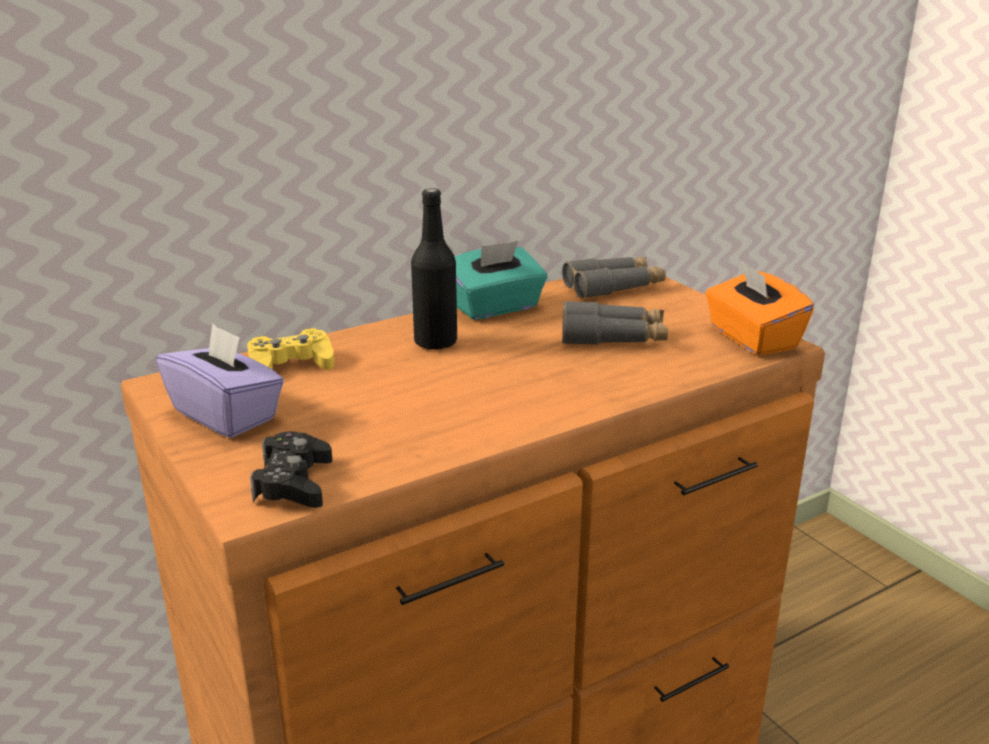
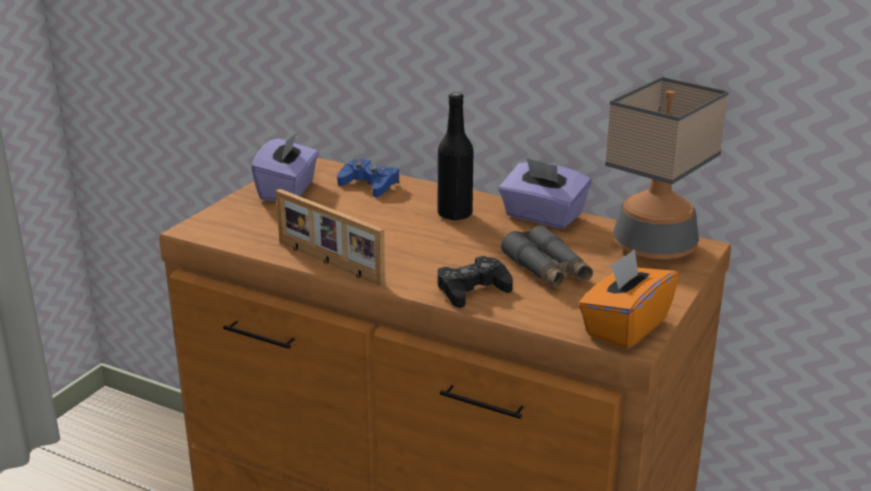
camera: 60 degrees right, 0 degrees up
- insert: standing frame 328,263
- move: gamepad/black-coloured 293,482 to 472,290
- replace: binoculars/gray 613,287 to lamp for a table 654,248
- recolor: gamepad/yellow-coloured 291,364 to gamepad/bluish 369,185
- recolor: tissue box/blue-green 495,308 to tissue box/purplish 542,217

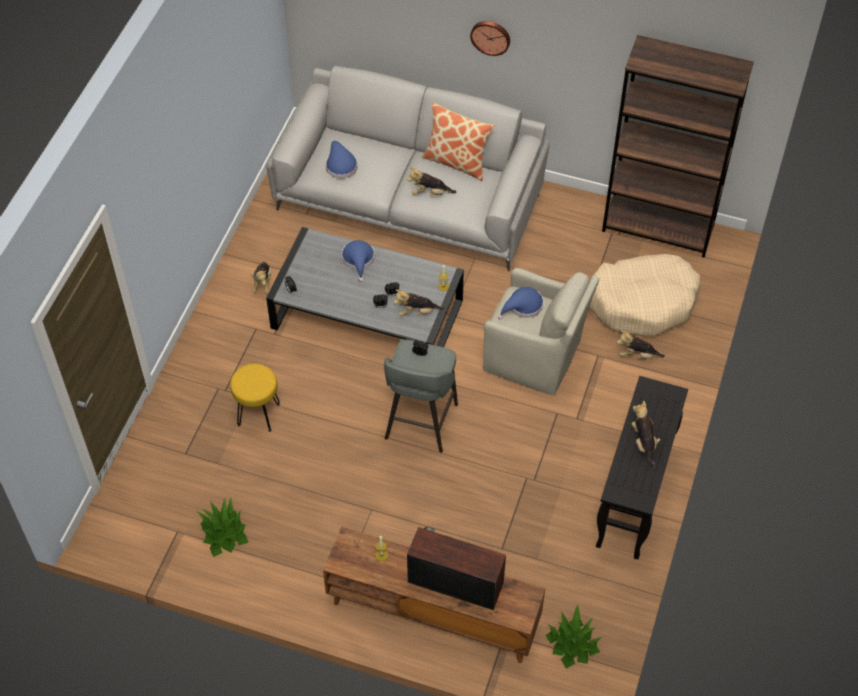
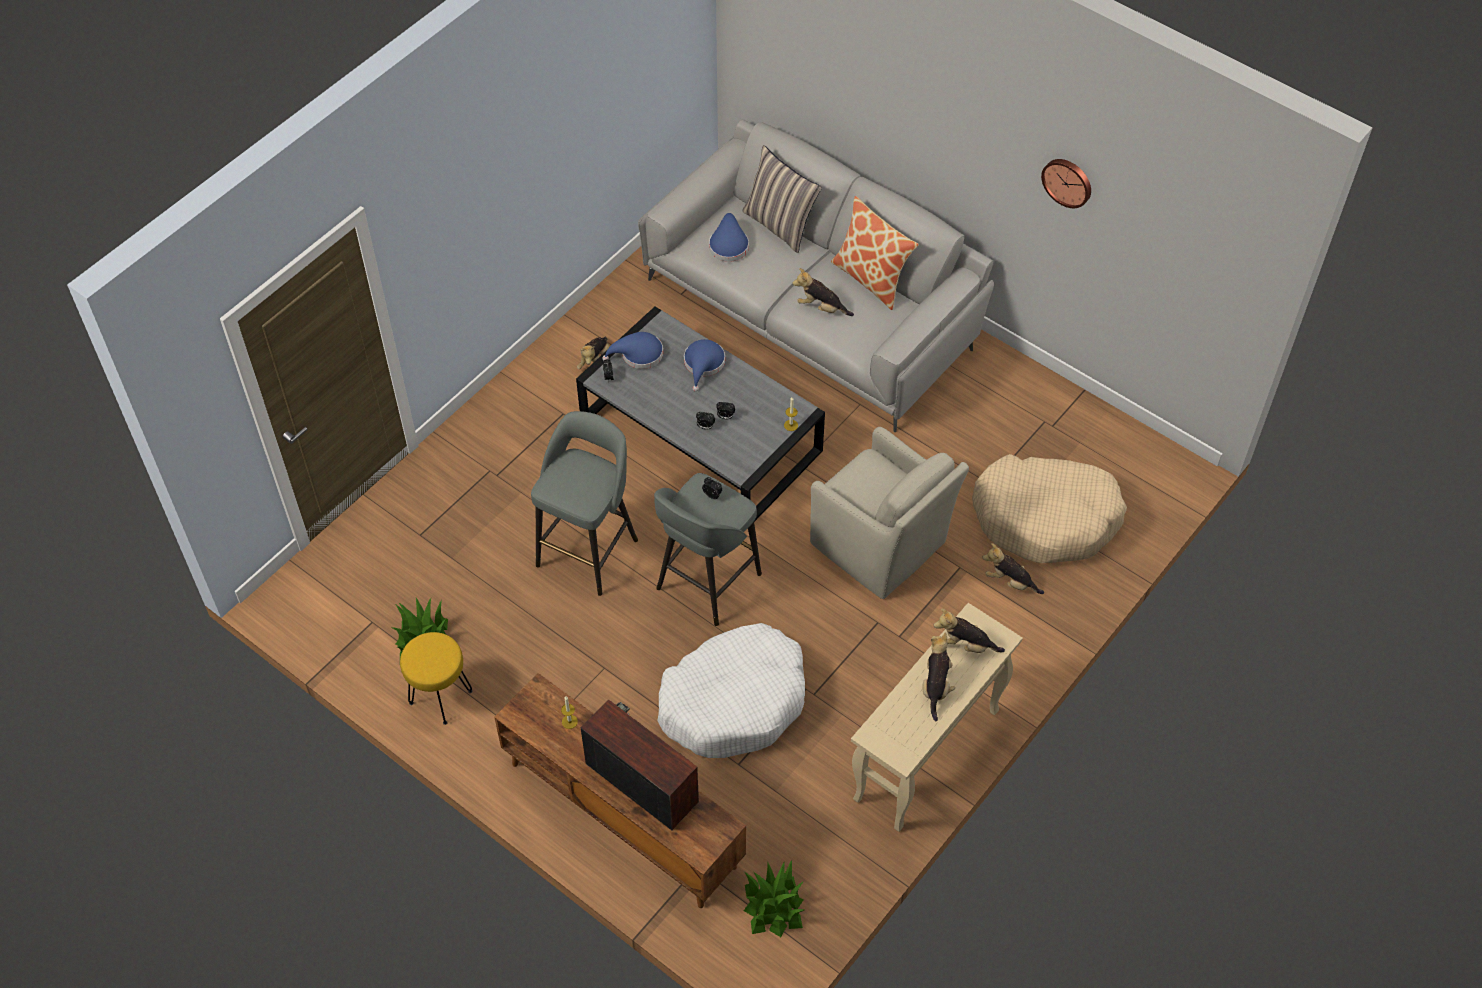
camera: 20 degrees right, 0 degrees up
- delete: shelving unit/brownish 658,228
- insert: stool/gray 589,550
- insert: dog cushion/whitish 734,701
- insert: cushion 780,225
- move: stool/yellow-coloured 259,415 to 441,698
- move: plush toy 417,312 to 965,645
- move: clock on the wall 491,36 to 1068,181
- move: wearable hat/bluish 523,306 to 638,355
- recolor: console table/black-coloured 633,499 to console table/sand-coloured 926,756

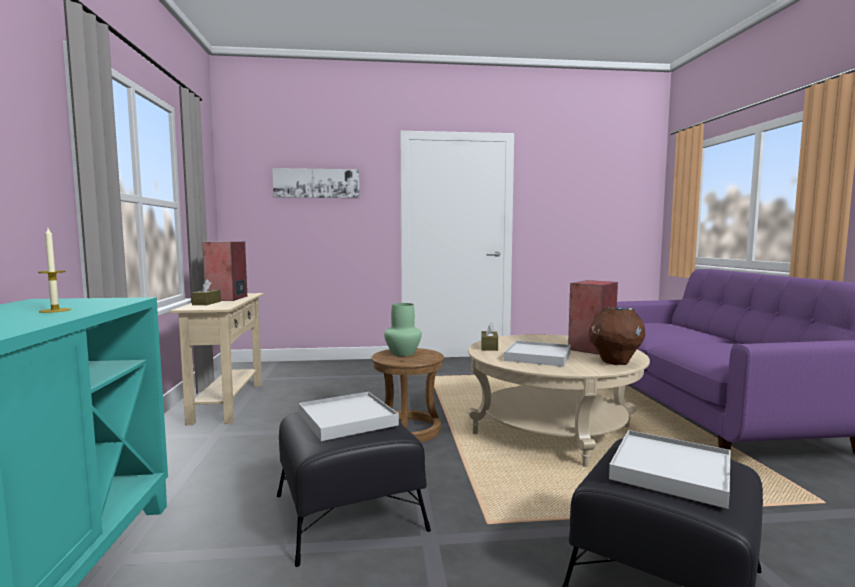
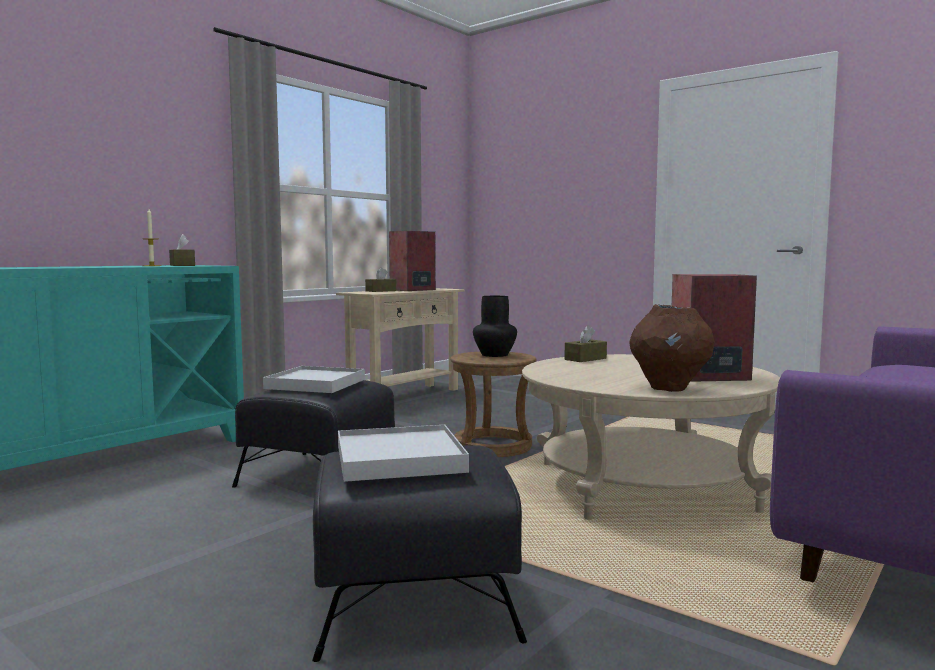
camera: 45 degrees right, 0 degrees up
- delete: wall picture 316,183
- delete: serving tray/whitish 538,357
- insert: tissue box/brownish 182,265
- recolor: decorative vase/green 402,353 to decorative vase/black-coloured 494,354

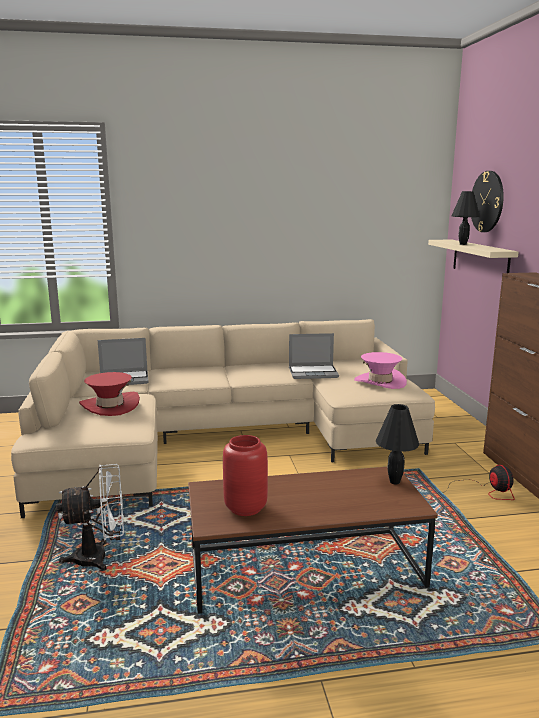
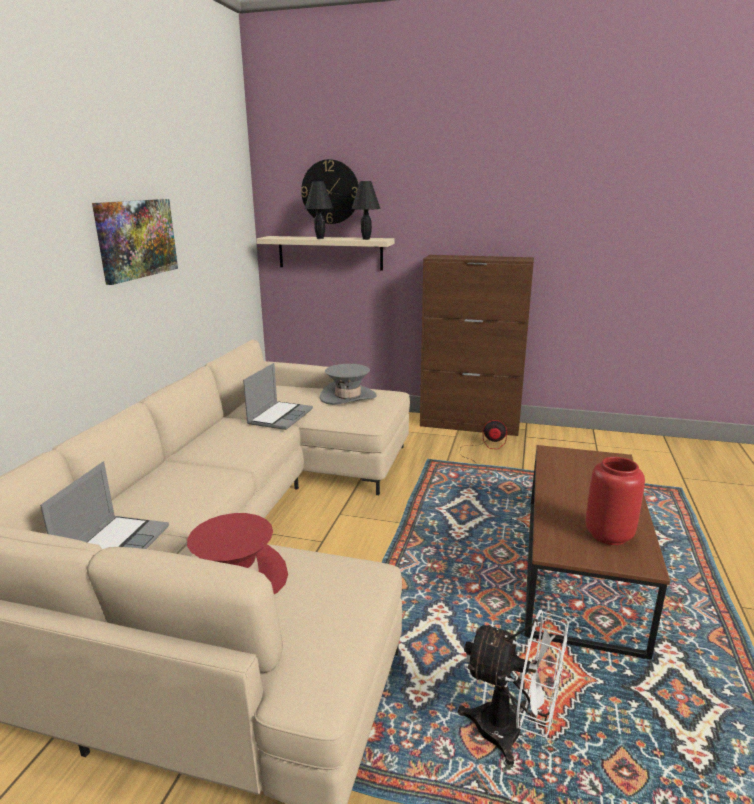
camera: 65 degrees left, 5 degrees up
- insert: wall picture 136,239
- move: lamp for a table/black-coloured 394,482 to 366,239
- recolor: wearable hat/pinkish 380,382 to wearable hat/gray 348,397
- rotate: electric fan/whitish 100,557 = 512,733 105 degrees clockwise

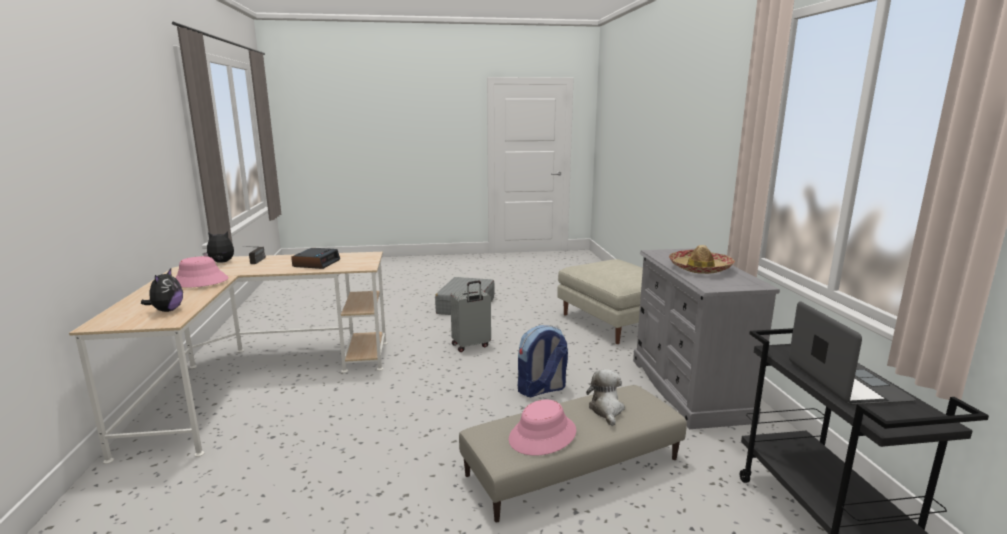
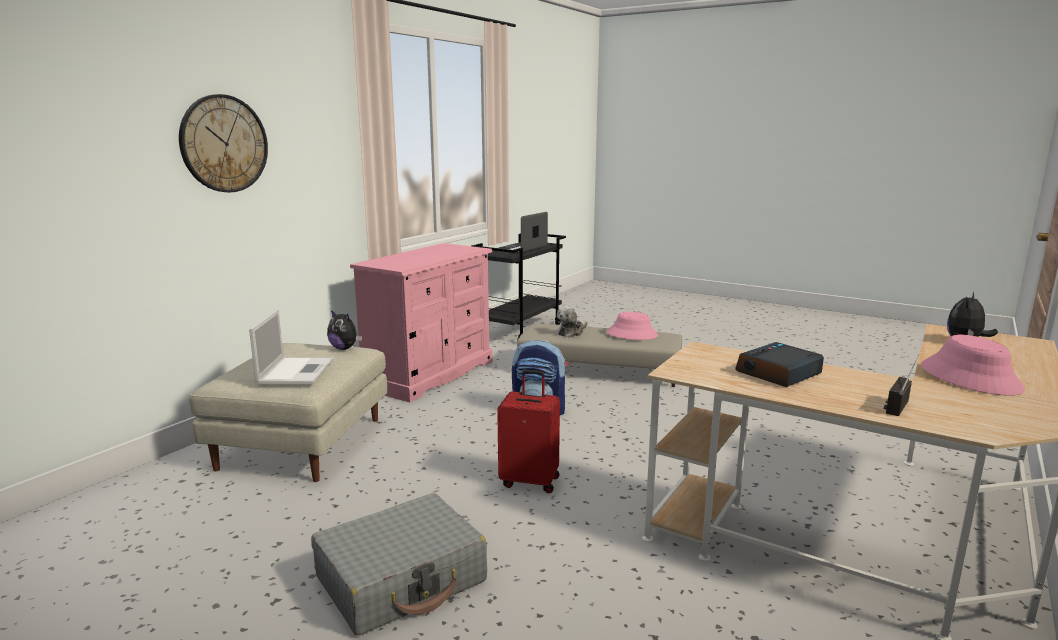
camera: 140 degrees left, 0 degrees up
- delete: wearable hat 700,268
- insert: clock on the wall 224,144
- insert: portable computer 296,371
- move: plush toy 221,262 to 344,348
- recolor: travel case/gray 471,346 to travel case/red 530,481
- recolor: chest of drawers/gray 688,389 to chest of drawers/pinkish 430,374

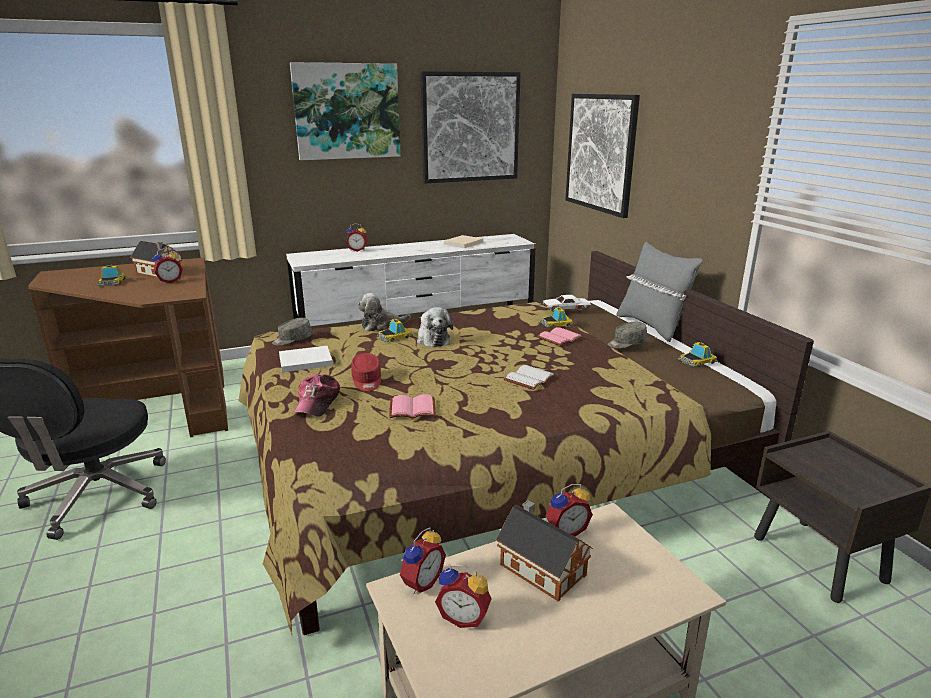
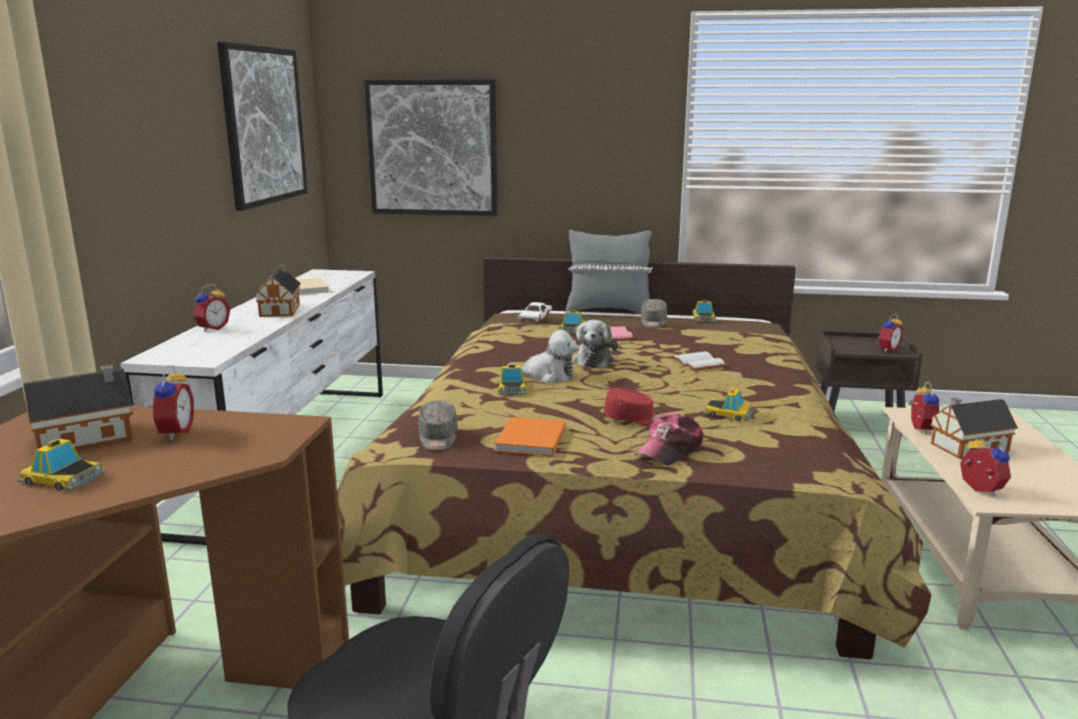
camera: 60 degrees left, 5 degrees down
- delete: wall picture 347,111
- insert: miniature house 281,309
- move: plush toy 381,325 to 593,360
- move: alarm clock 464,617 to 887,349
- replace: volume/pinkish 411,409 to model car 728,413
- recolor: volume/whitish 304,361 to volume/orange-coloured 530,440
- rotate: baseball cap 317,403 = 670,450 90 degrees clockwise

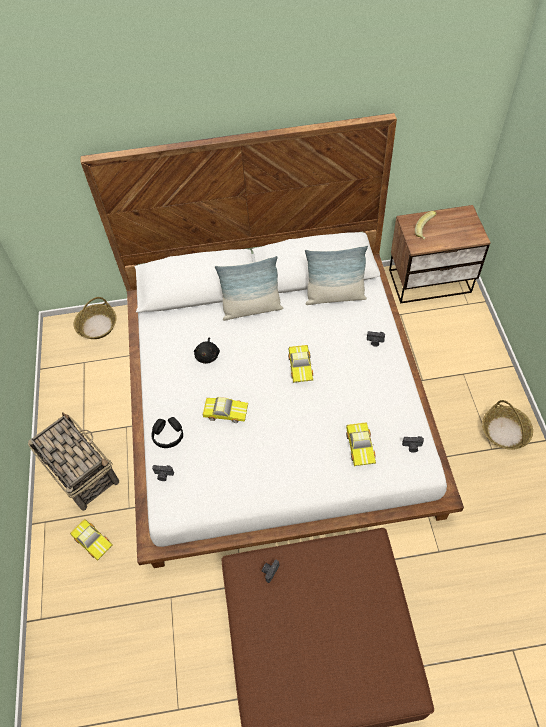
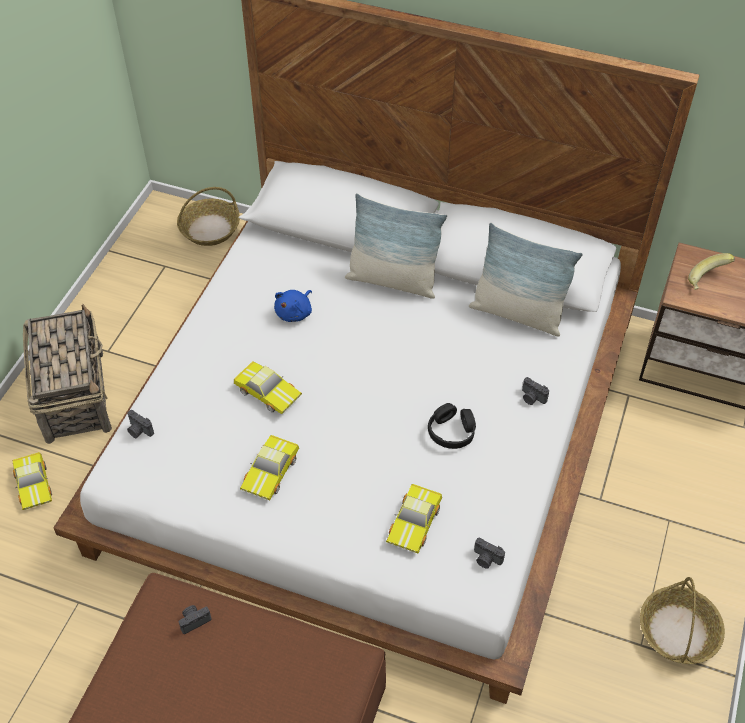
camera: 25 degrees right, 5 degrees down
- move: headphones/black-coloured 168,435 to 451,431
- move: model car 301,366 to 272,472
- recolor: plush toy/black-coloured 208,355 to plush toy/bluish 295,313

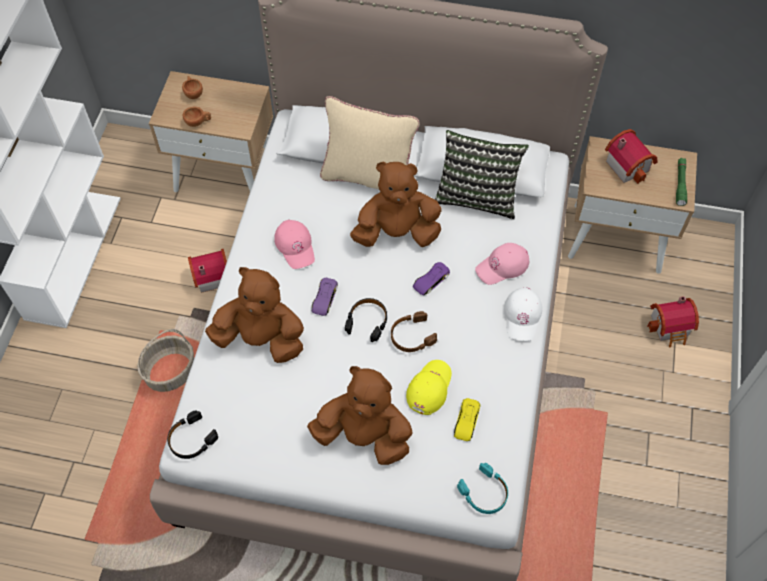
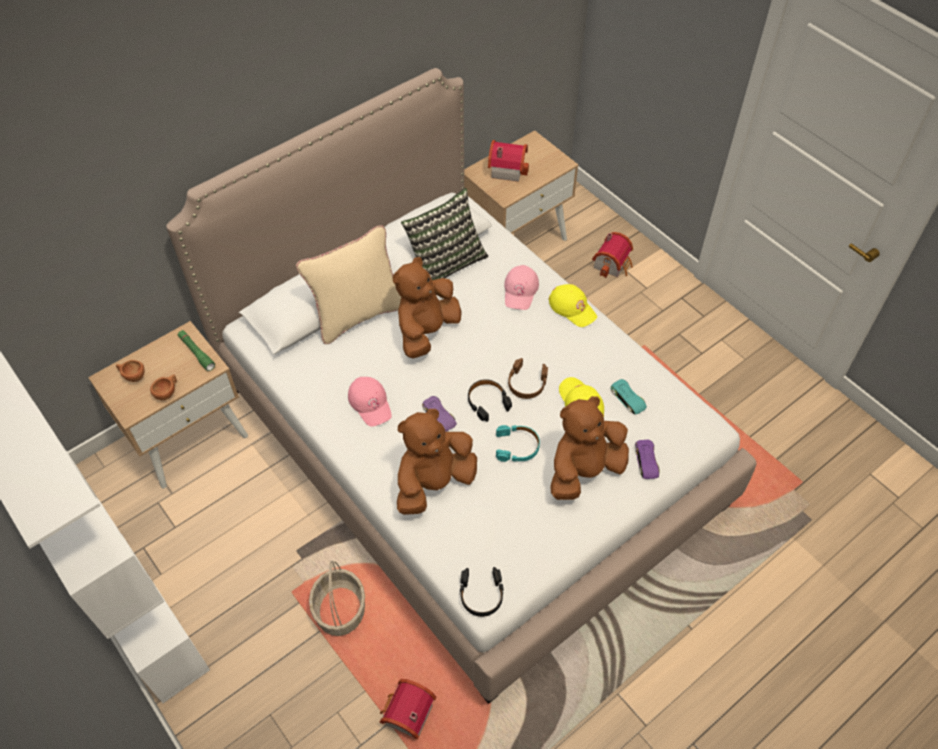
camera: 50 degrees left, 5 degrees down
- move: miniature house 210,275 to 405,715
- move: model car/purplish 431,280 to 646,461
- move: headphones/blue-green 484,493 to 517,447
- move: flashlight/green 680,184 to 196,353
- recolor: model car/yellow-coloured 466,421 to model car/blue-green 628,399
- recolor: baseball cap/whitish 522,316 to baseball cap/yellow-coloured 572,308
- rotate: baseball cap/pinkish 295,246 = 370,403 45 degrees clockwise

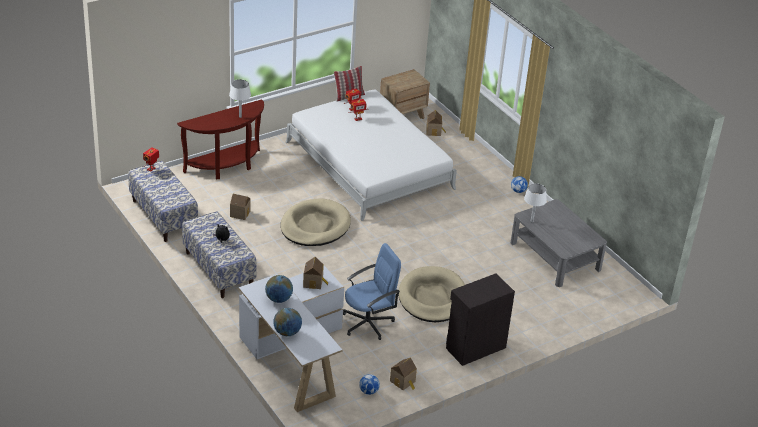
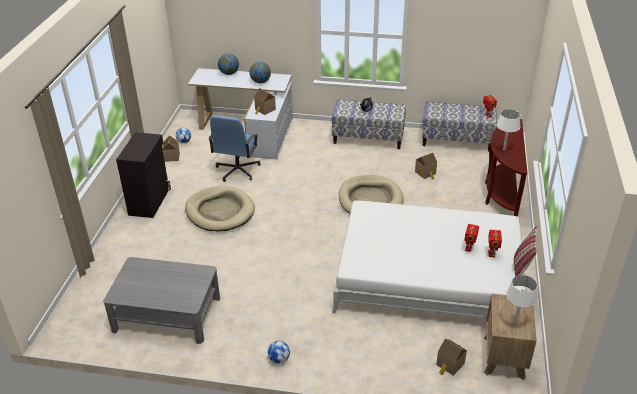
camera: 135 degrees right, 0 degrees up
- move: lamp for a table/whitish 531,221 to 516,322

